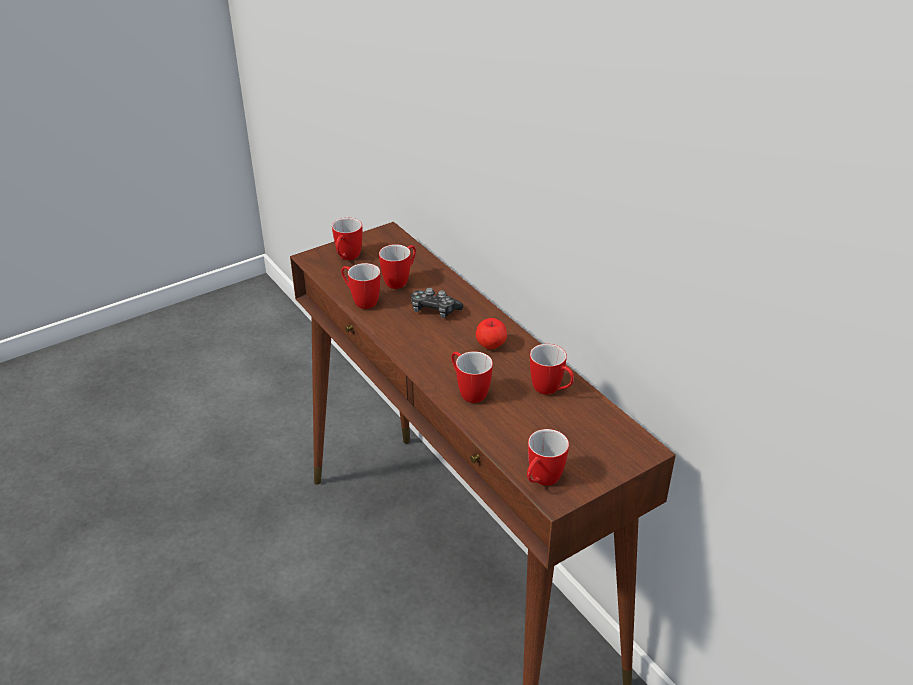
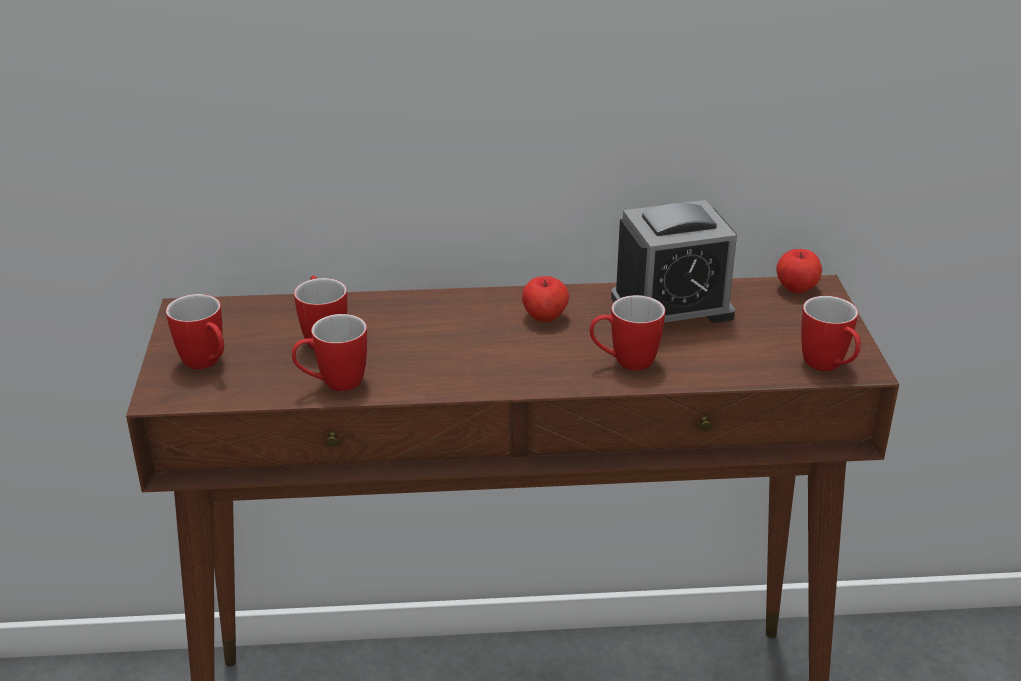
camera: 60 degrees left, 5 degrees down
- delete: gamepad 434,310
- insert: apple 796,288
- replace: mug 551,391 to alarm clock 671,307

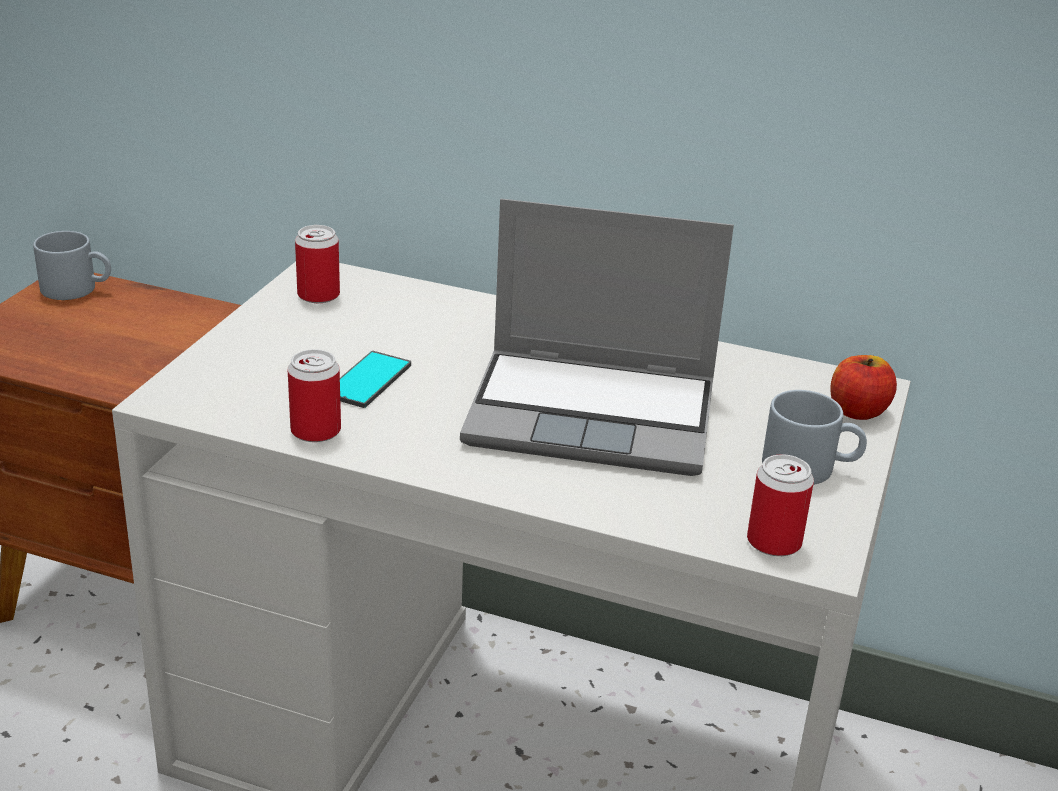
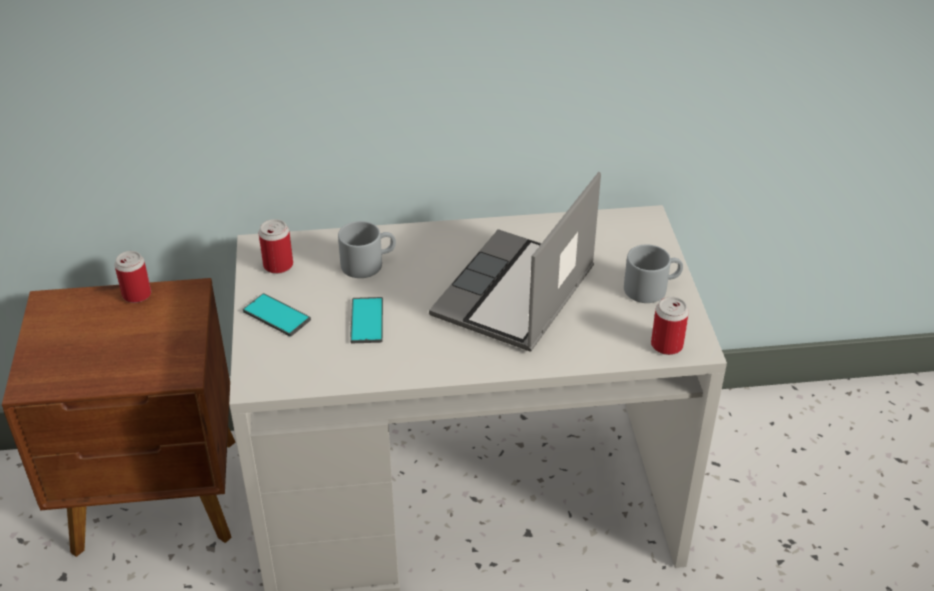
camera: 25 degrees left, 10 degrees up
- delete: apple 857,411
- insert: phone 277,315
- move: mug/gray 77,288 to 368,263
- move: can 315,431 to 137,295
- rotate: portable computer 595,414 = 515,295 135 degrees clockwise

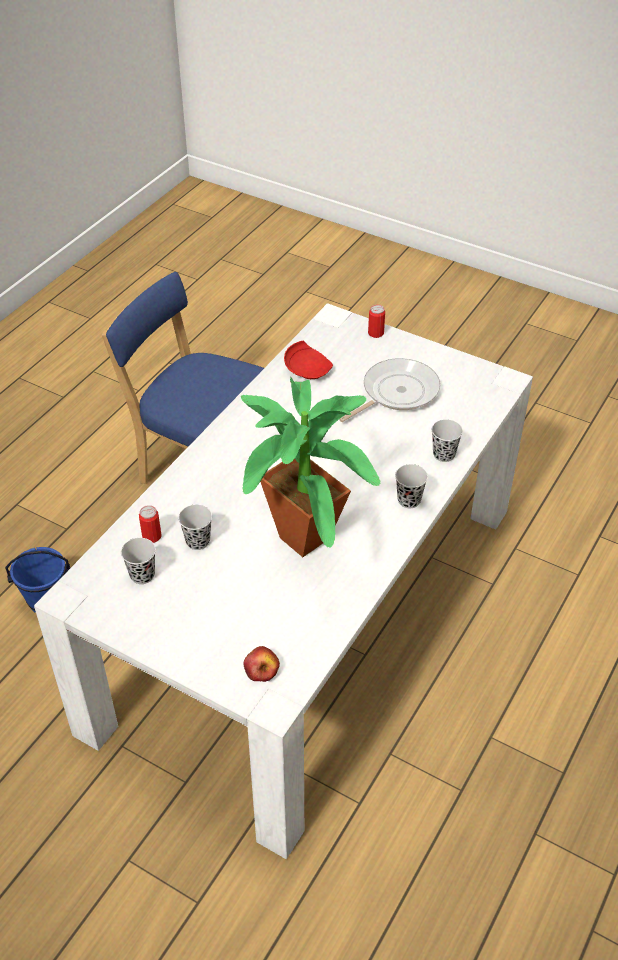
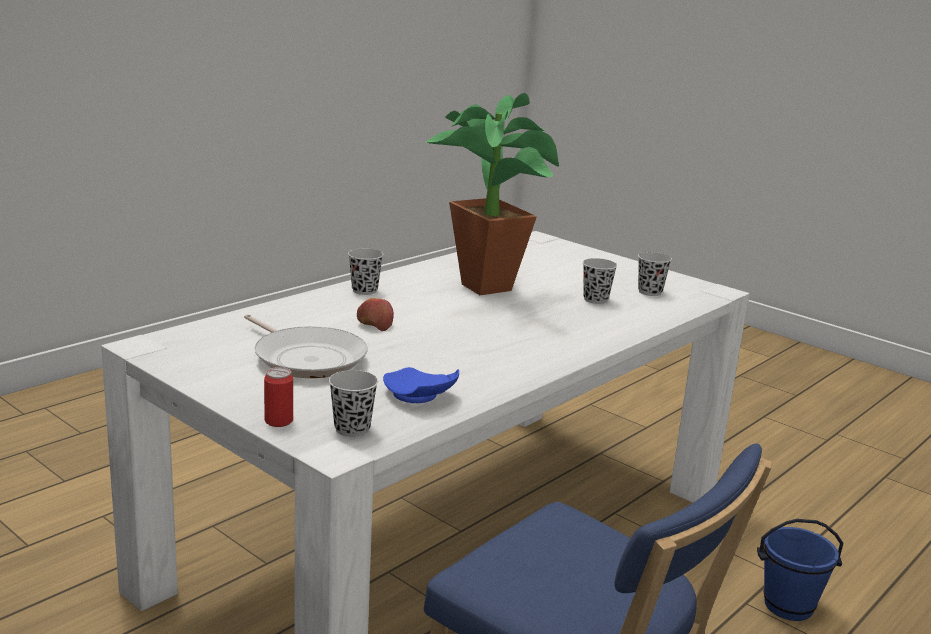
camera: 170 degrees left, 25 degrees down
- delete: can 151,536
- move: apple 261,669 to 374,324
- move: small cup/black-coloured 444,454 to 352,429
- recolor: plate/red 308,369 to plate/bluish 419,397
- rotate: frying pan 396,392 = 307,358 105 degrees counterclockwise

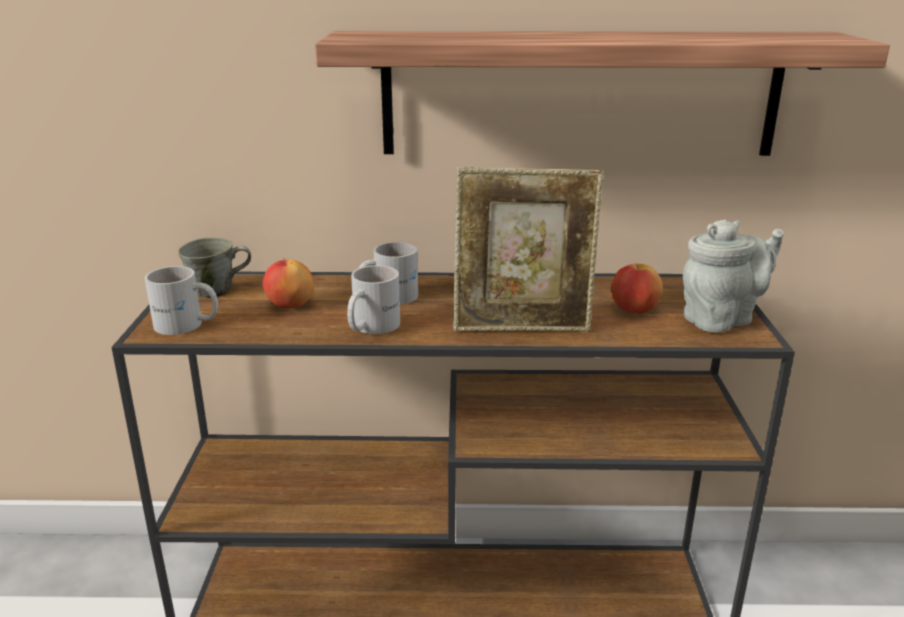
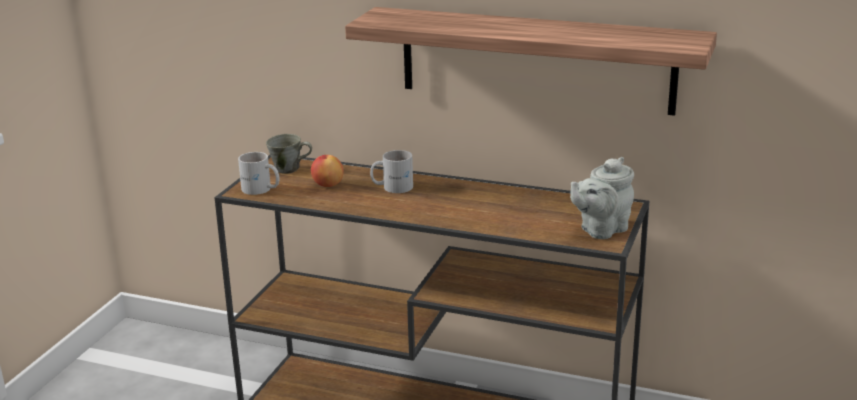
camera: 20 degrees right, 0 degrees up
- delete: mug/whitish 369,327
- delete: standing frame 522,328
- delete: apple 634,310
- rotate: teapot/gray 722,319 = 601,230 150 degrees clockwise

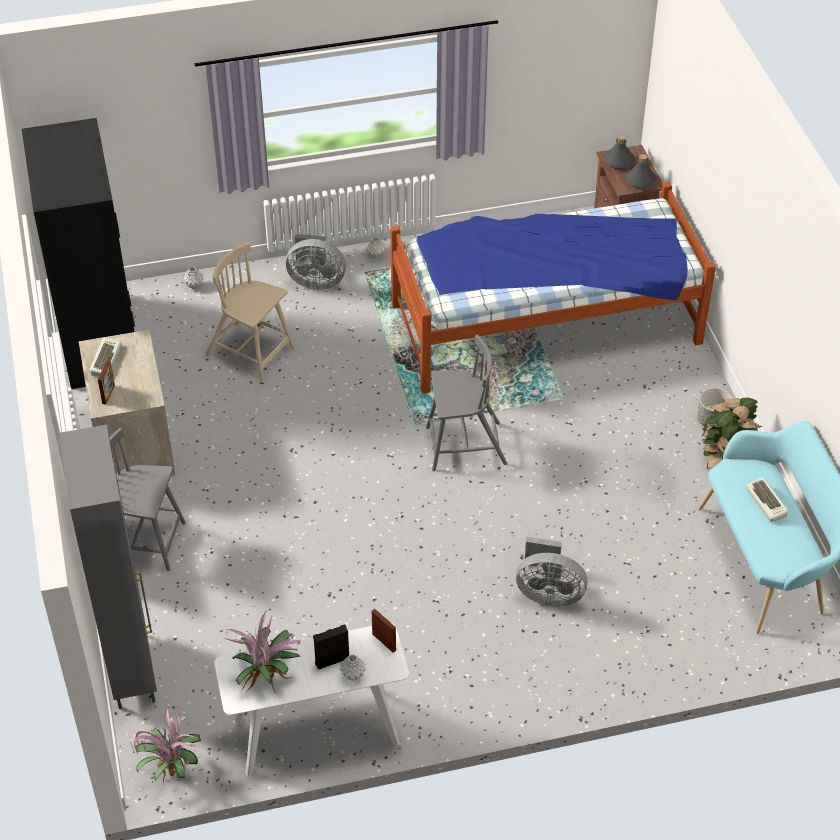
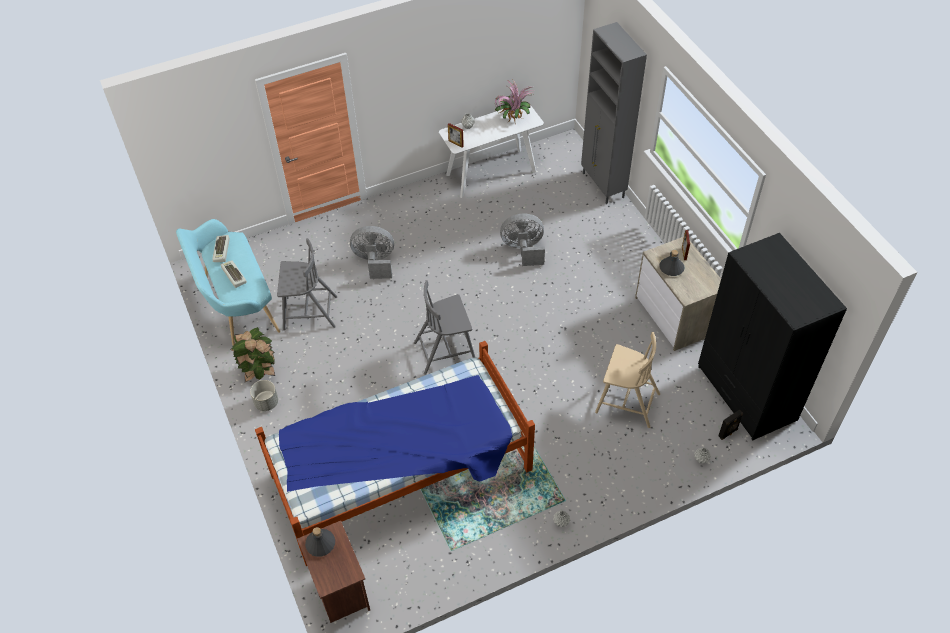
camera: 170 degrees right, 5 degrees up
- delete: houseplant 171,769
- move: PC keyboard 105,360 to 222,250
- move: chair/gray 142,542 to 309,312
- move: electric fan/gray 316,281 to 523,250
- move: audio speaker/black-coloured 331,660 to 728,433
- move: bottle/gray 619,161 to 671,268

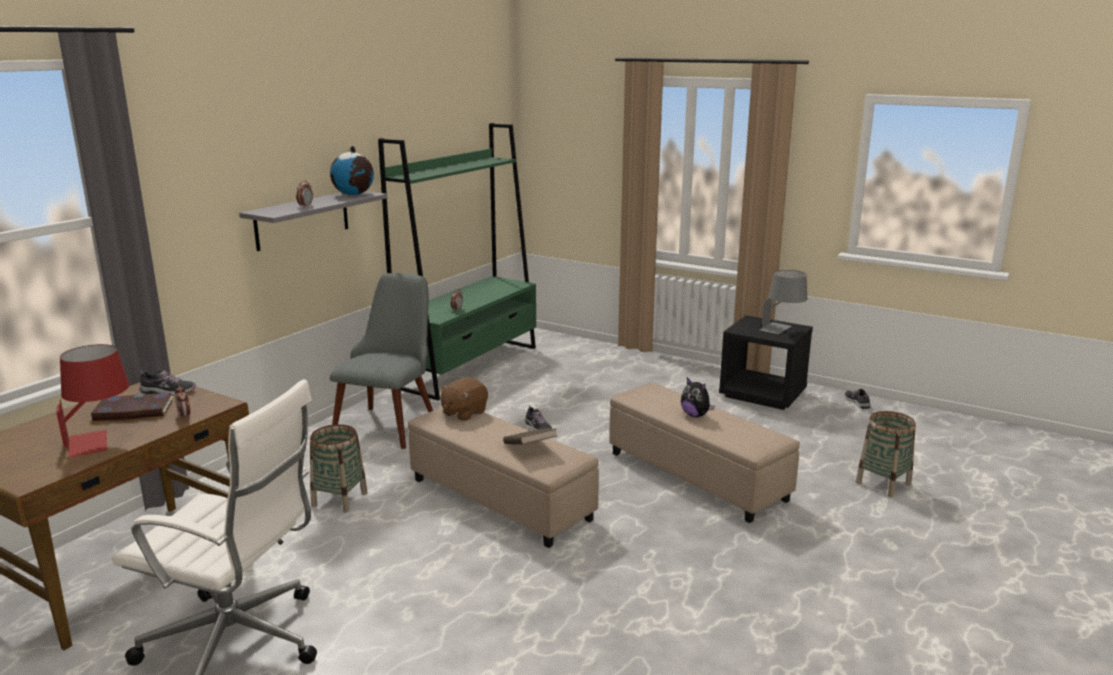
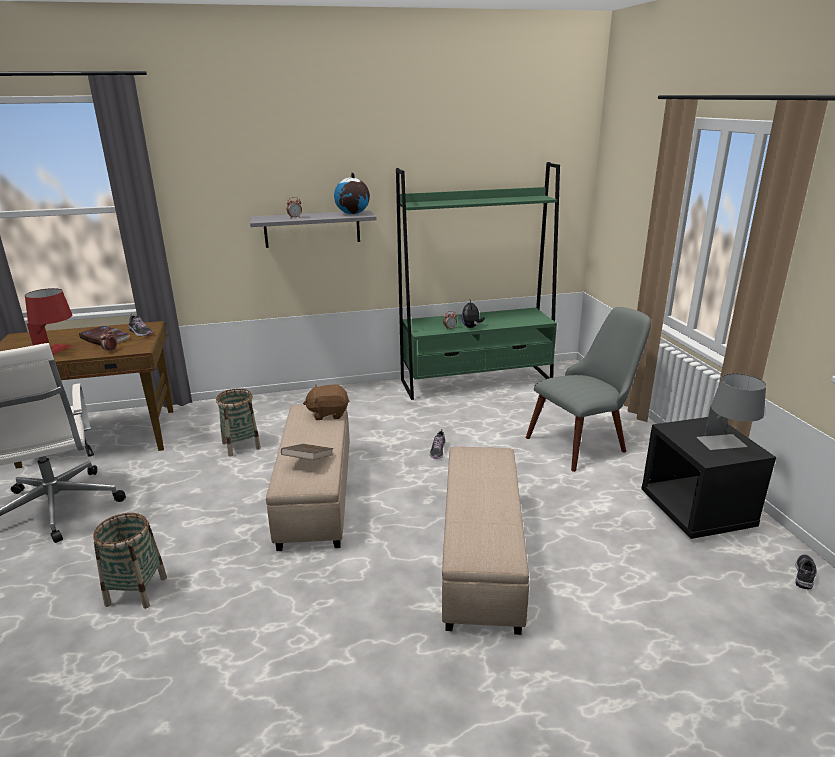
camera: 45 degrees right, 5 degrees up
- move: chair/gray 391,421 to 584,441
- move: plush toy 695,415 to 471,327
- move: storage basket 883,483 to 137,591

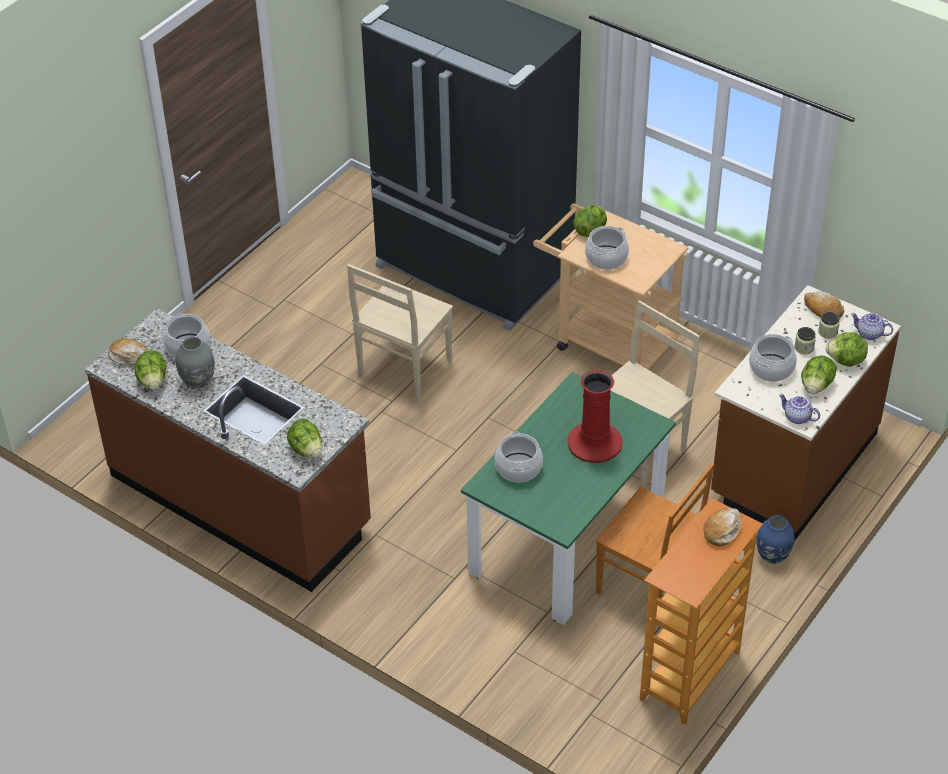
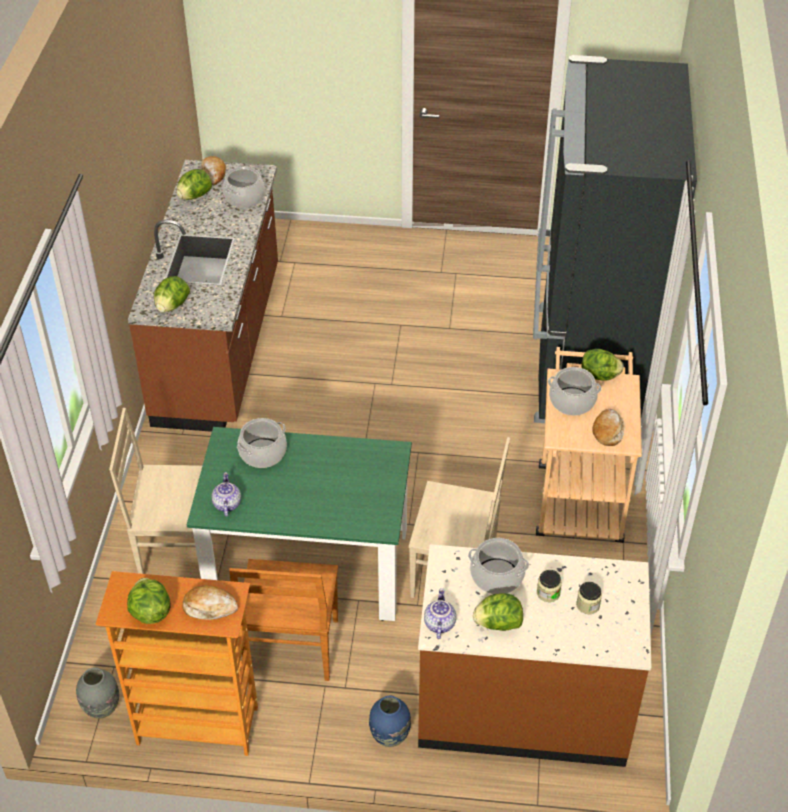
camera: 60 degrees right, 0 degrees up
- delete: decorative vase/red 595,443
- move: decorative vase/gray 198,381 to 102,708
- move: chair/sand-coloured 403,368 to 177,550
- move: bread 823,309 to 608,431
- move: head of lettuce 846,361 to 150,612
- move: teapot 869,334 to 226,504

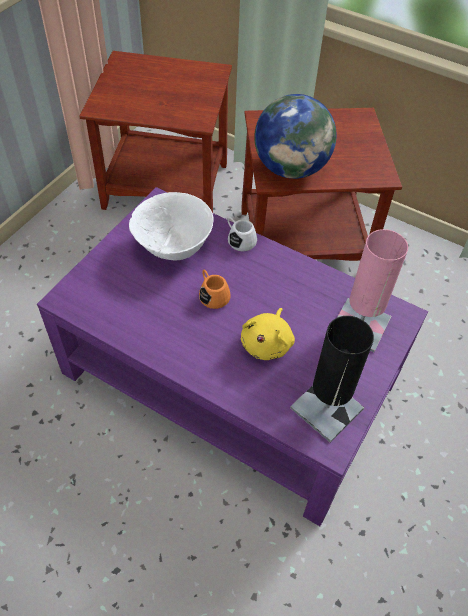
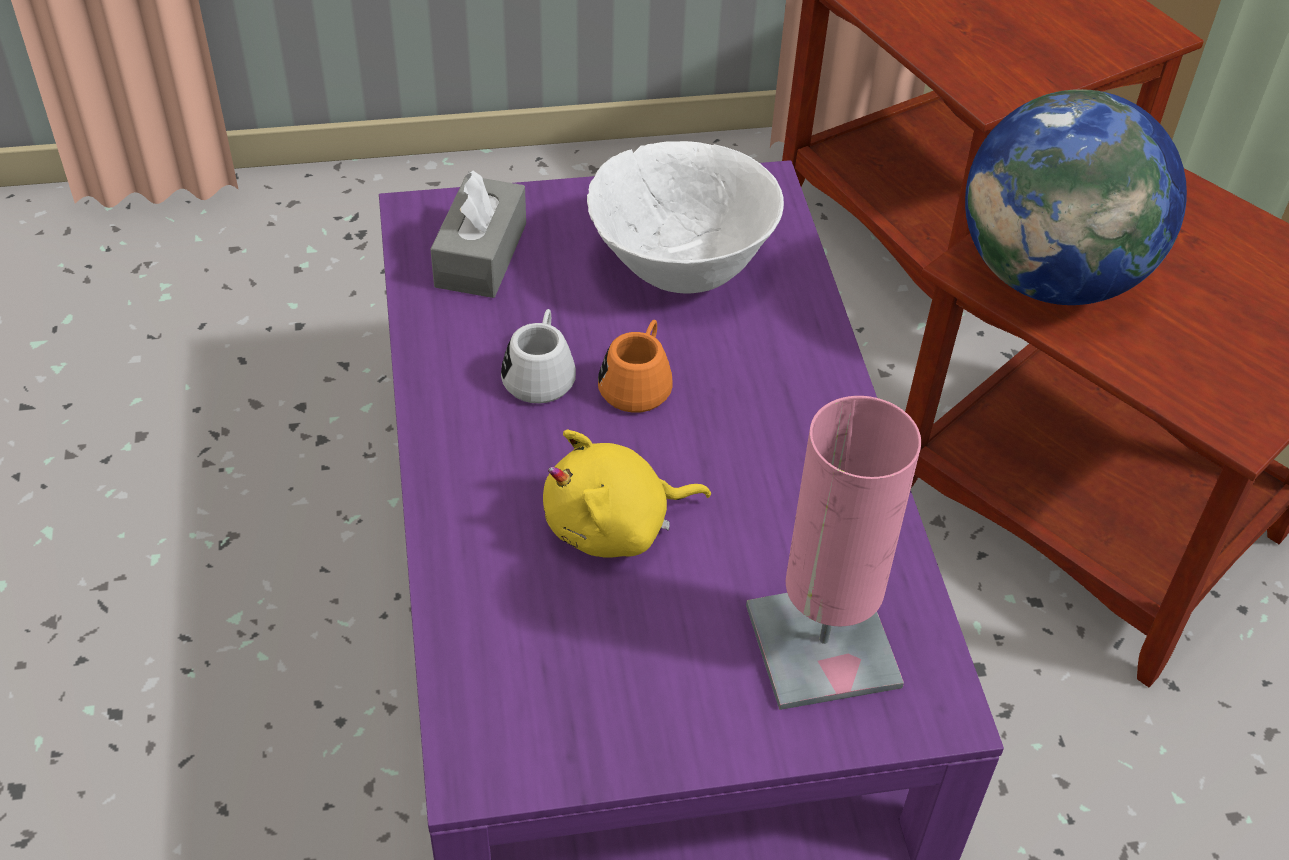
camera: 50 degrees right, 5 degrees down
- delete: lamp for a table/black-coloured 326,408
- insert: tissue box/gray 481,255
- move: mug/whitish 239,239 to 540,372

